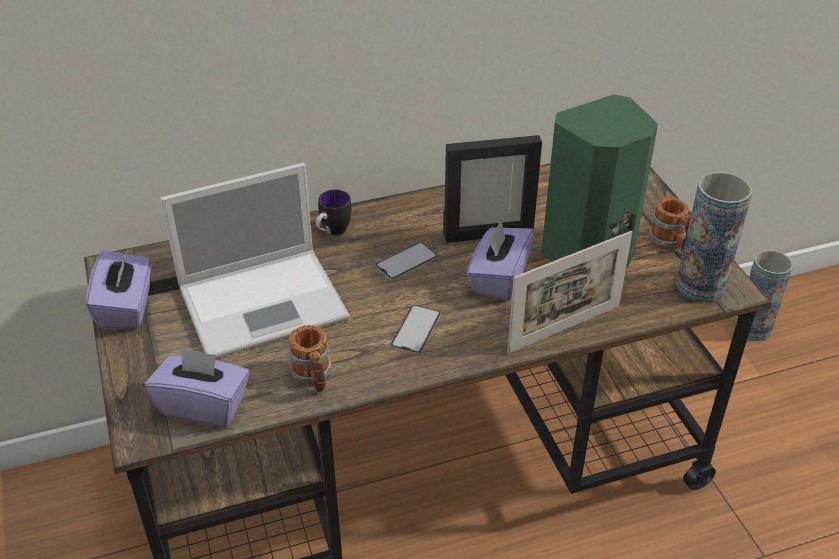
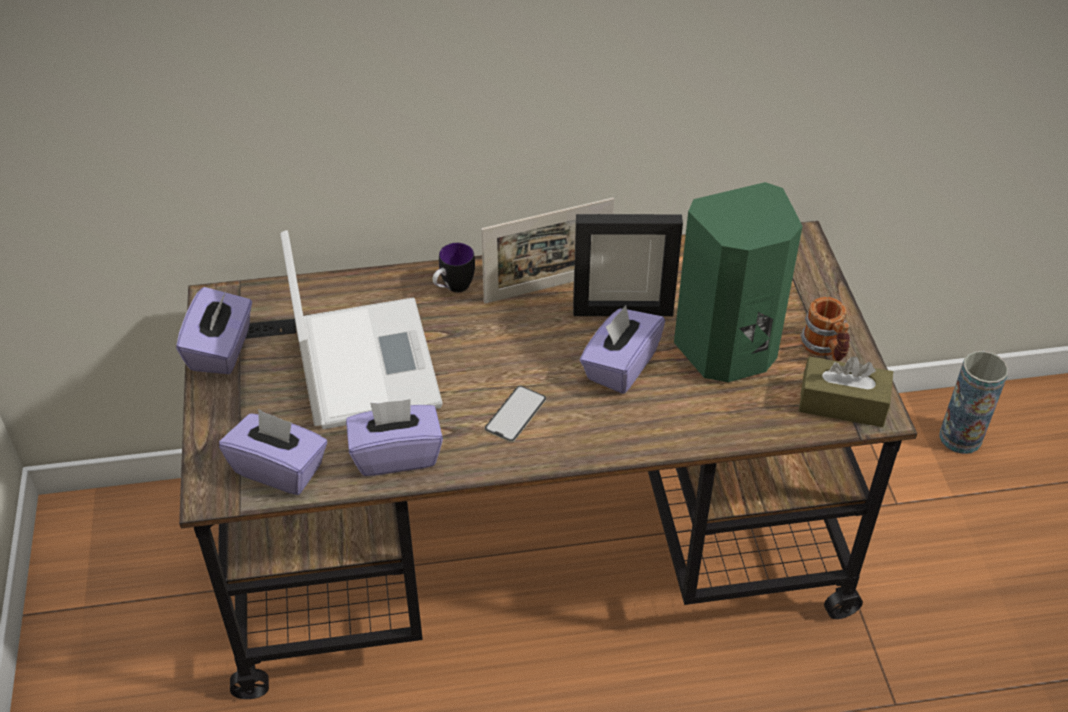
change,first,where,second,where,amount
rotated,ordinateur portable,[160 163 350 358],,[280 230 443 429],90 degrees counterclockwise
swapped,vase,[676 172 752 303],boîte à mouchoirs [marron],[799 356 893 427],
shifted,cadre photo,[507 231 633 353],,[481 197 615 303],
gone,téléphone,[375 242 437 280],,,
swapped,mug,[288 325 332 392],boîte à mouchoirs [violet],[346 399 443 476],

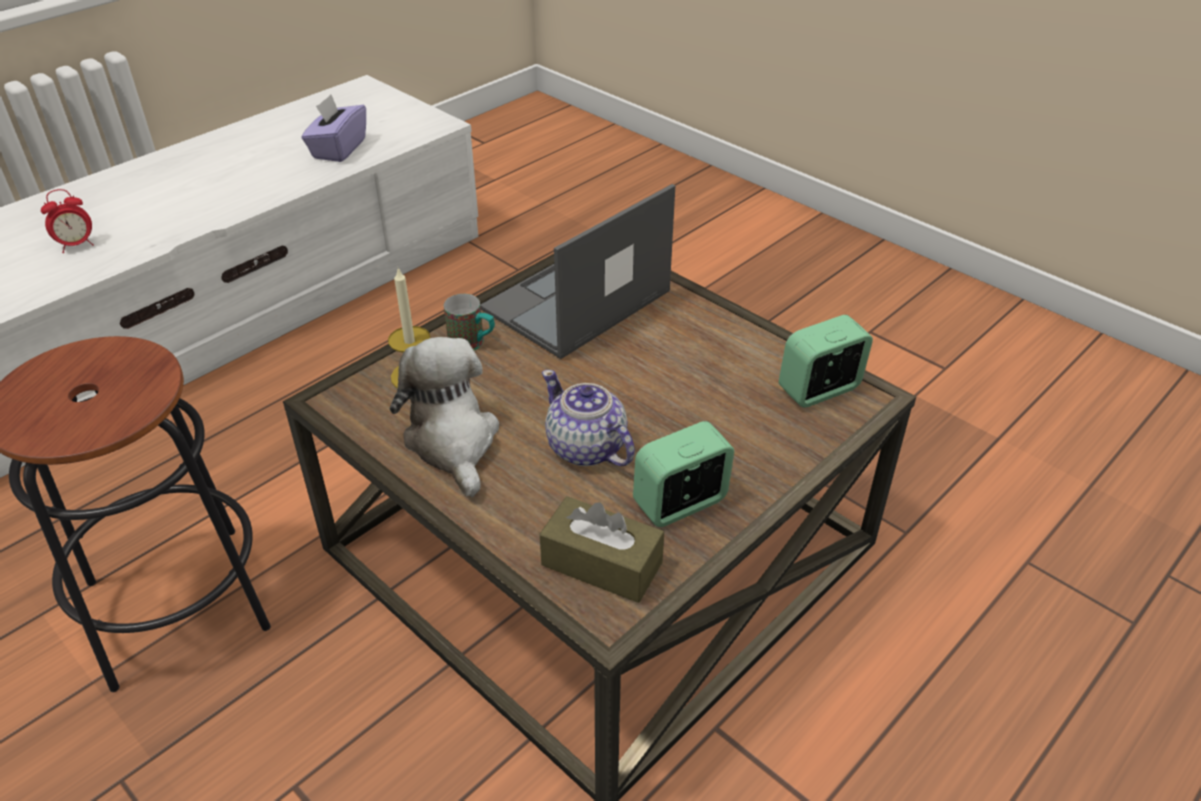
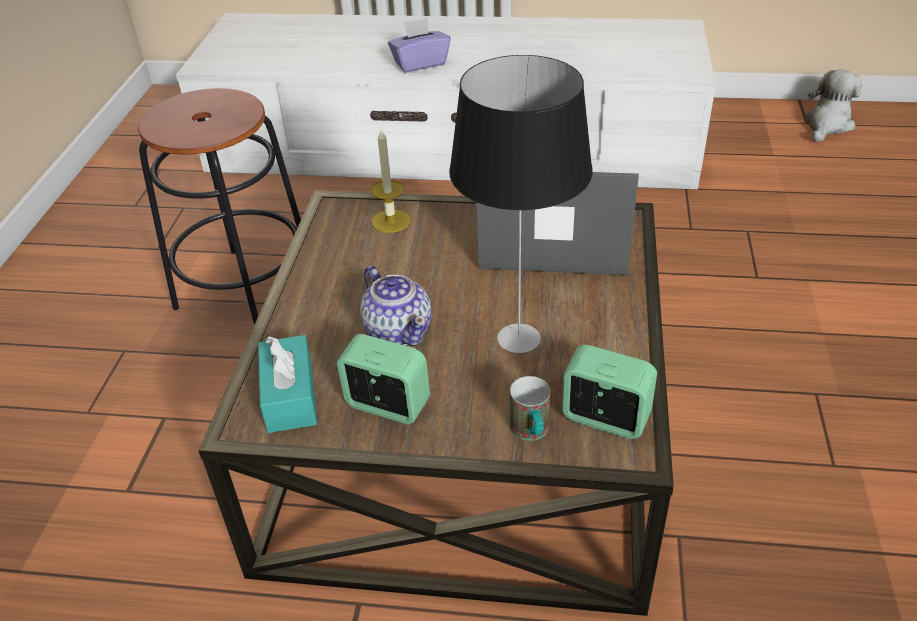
change,first,where,second,where,amount
shifted,boîte à mouchoirs [violet],[301 94 366 162],,[388 18 451 73],
gone,réveil,[41 189 94 253],,,
shifted,mug,[444 294 495 350],,[510 376 551 441],
shifted,peluche,[390 337 499 497],,[806 70 862 142],
rotated,théière,[542 370 635 466],,[360 266 431 346],135 degrees clockwise
repainted,boîte à mouchoirs [marron],[540 496 664 603],boîte à mouchoirs [turquoise],[258 335 317 433],
new,,,lampe de table,[449 55 593 353],

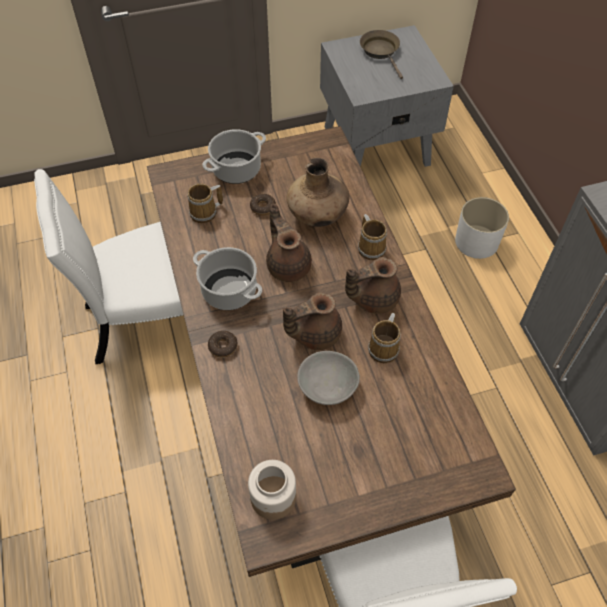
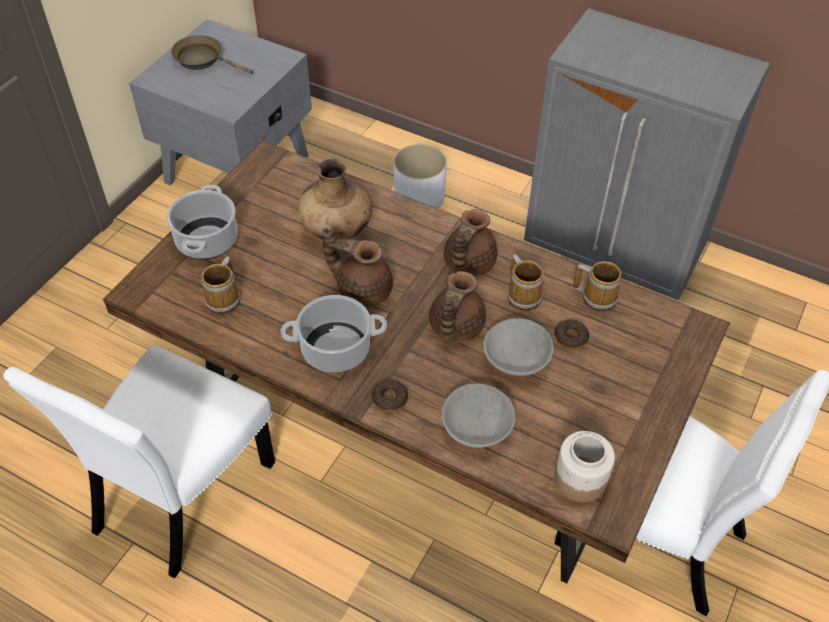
change,first,where,second,where,amount
shifted,beignet,[250 194 276 216],,[554 320 589 350],
shifted,mug,[358 214 387 260],,[573 261 622 311],
new,,,bol [gris],[442 384 516 448],

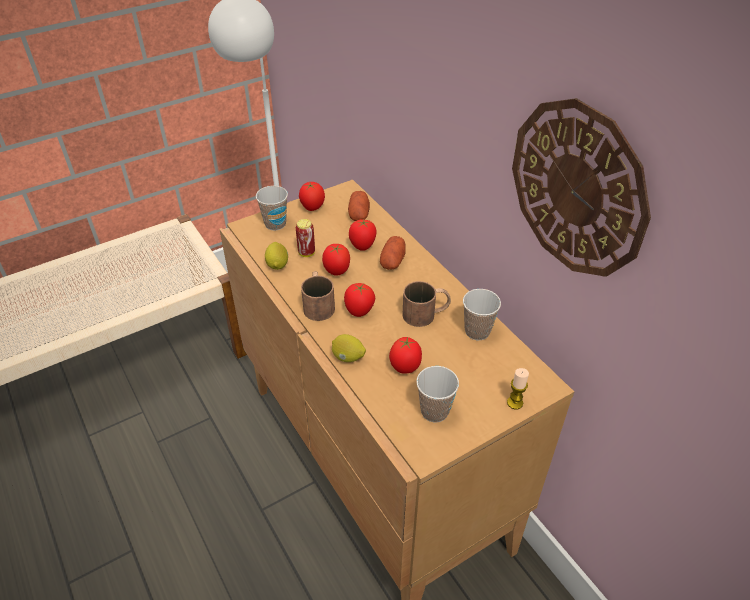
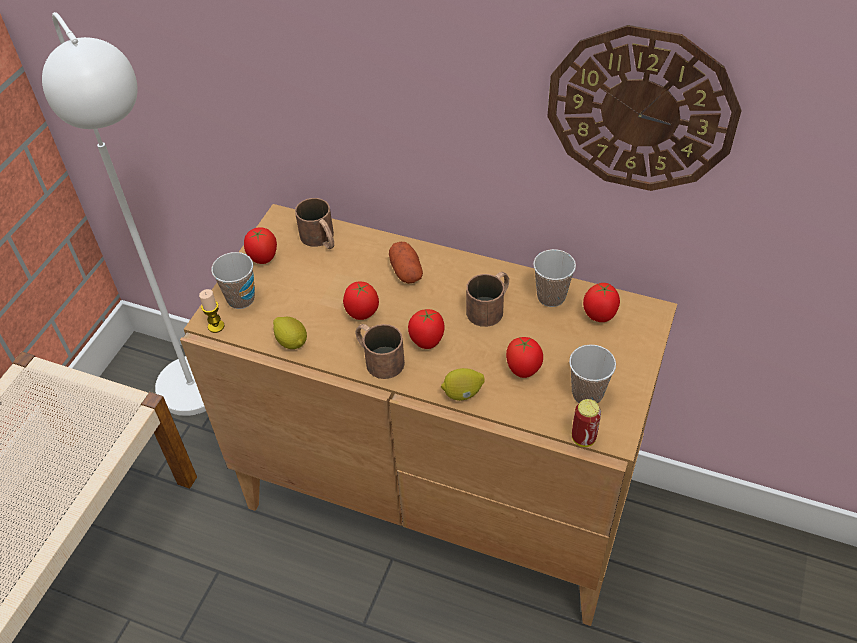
change,first,where,second,where,amount
swapped,pomme de terre,[348 191 370 221],mug [marron],[295 198 334 249],
shifted,boîte métallique,[296 219 315 257],,[572 399 601 447],
shifted,tomate,[349 219 377 251],,[583 283 620 322],
shifted,bougie,[507 368 529 409],,[199 289 225 333],

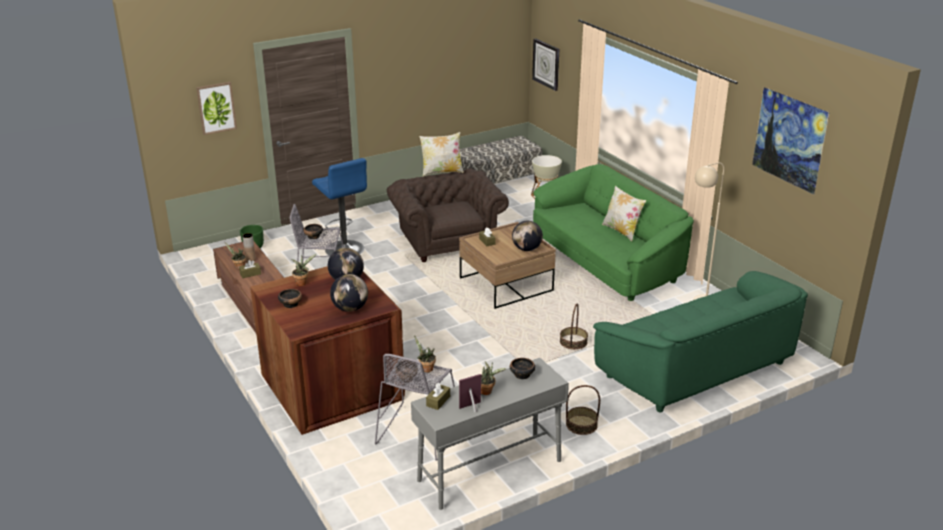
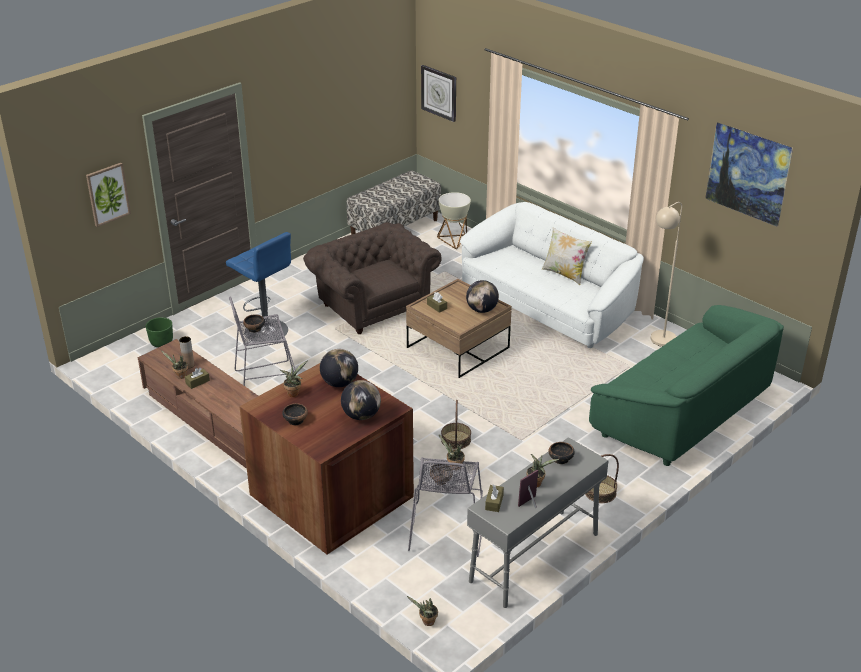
change,first,where,second,where,amount
gone,coussin,[419 132 464 176],,,
repainted,canapé [vert],[533 164 694 301],canapé [blanc],[460 202 644 348],
shifted,panier,[560 304 588 350],,[441 400 471 450],
new,,,plante en pot,[407 596 438 626],

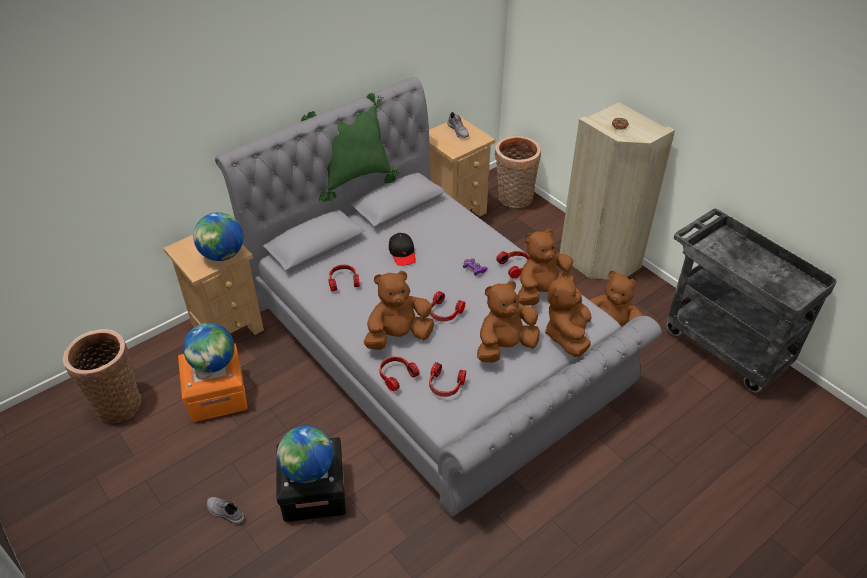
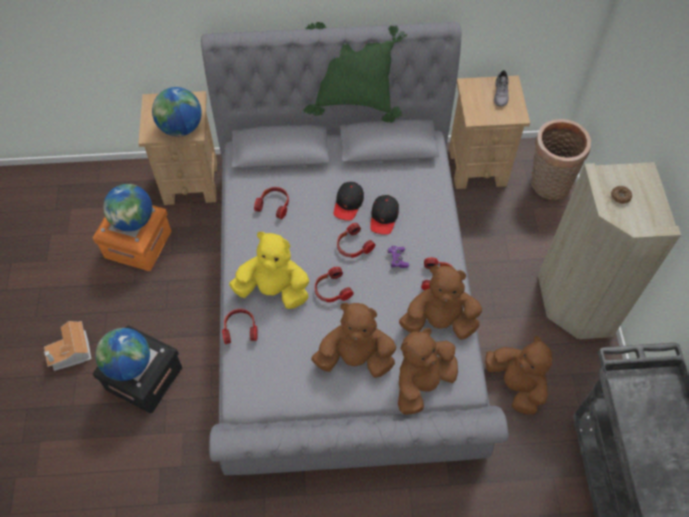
change,first,where,second,where,amount
repainted,peluche [marron],[364 271 434 350],peluche [jaune],[229 232 309 309],
gone,panier,[63 329 141 423],,,
shifted,casque audio,[429 362 466 397],,[337 223 375 258],
swapped,chaussure [gris],[206 497 245 524],maison miniature,[44 321 92 371],
new,,,casquette [noir],[370 195 399 235],

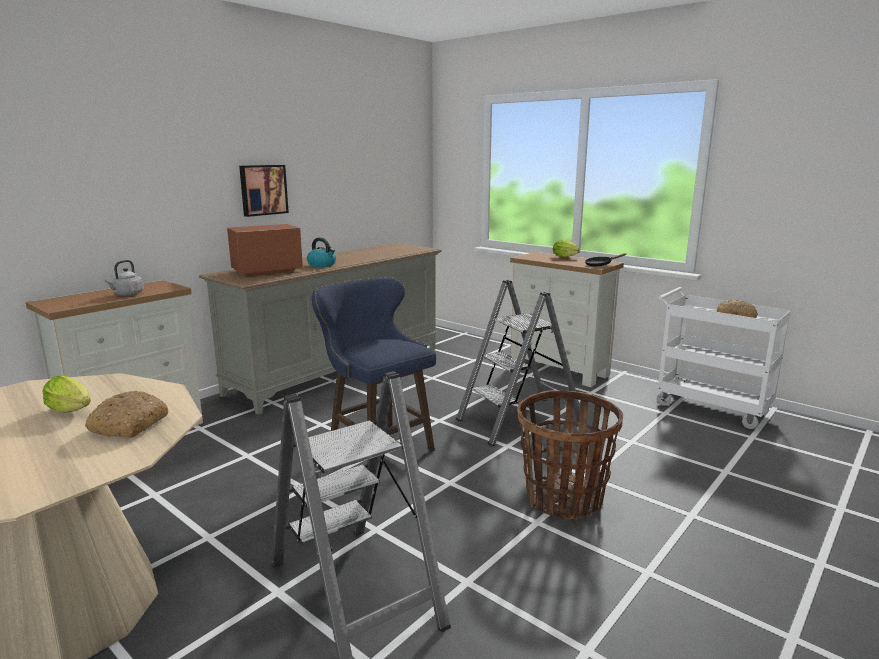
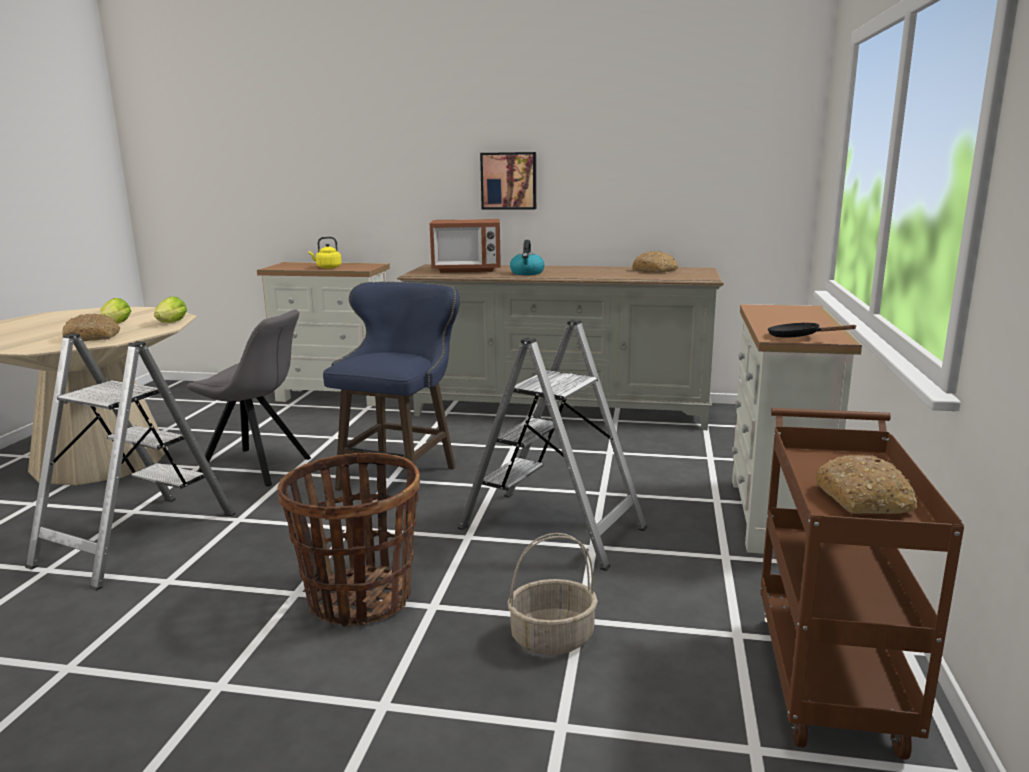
change,first,where,second,where,amount
rotated,micro-ondes,[227 224 303 276],,[430 219 501 273],150 degrees clockwise
shifted,laitue,[553 240 580 257],,[154 296 187 323],
repainted,bouilloire [gris],[105 260 144 296],bouilloire [jaune],[308 237 342 269],
repainted,chariot [blanc],[657 287 790 429],chariot [marron],[760 408 964 760],
new,,,pain,[632 251 678 273],
new,,,chaise [gris],[187 309 311 486],
new,,,panier,[507 533 598 655],

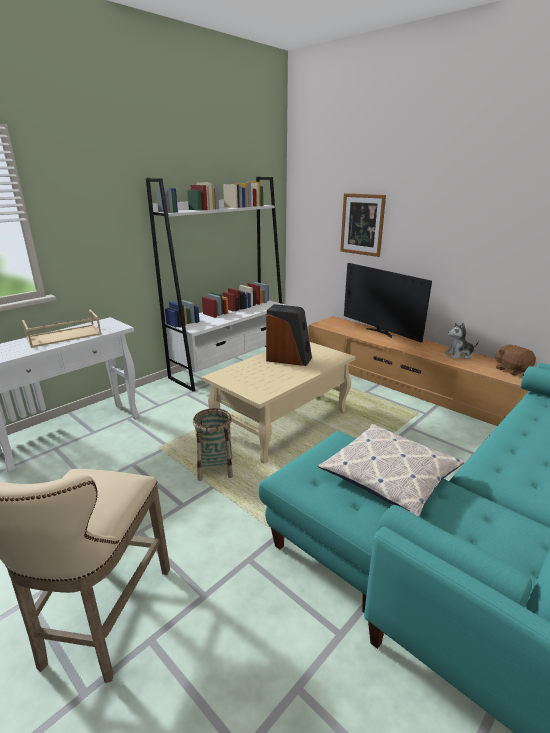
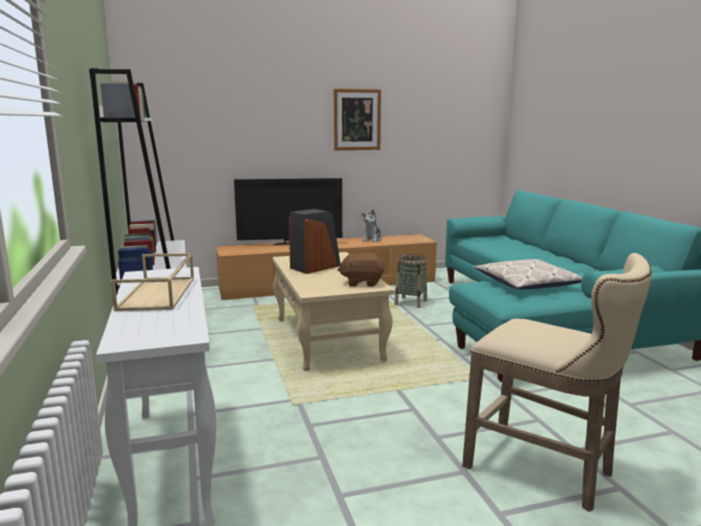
change,first,where,second,where,amount
shifted,tableau,[340 193 386 257],,[334 89 381 150],
shifted,peluche [marron],[496 345 536 375],,[338 252 385 287],
shifted,panier,[193 408 233 481],,[394 254 427 308],

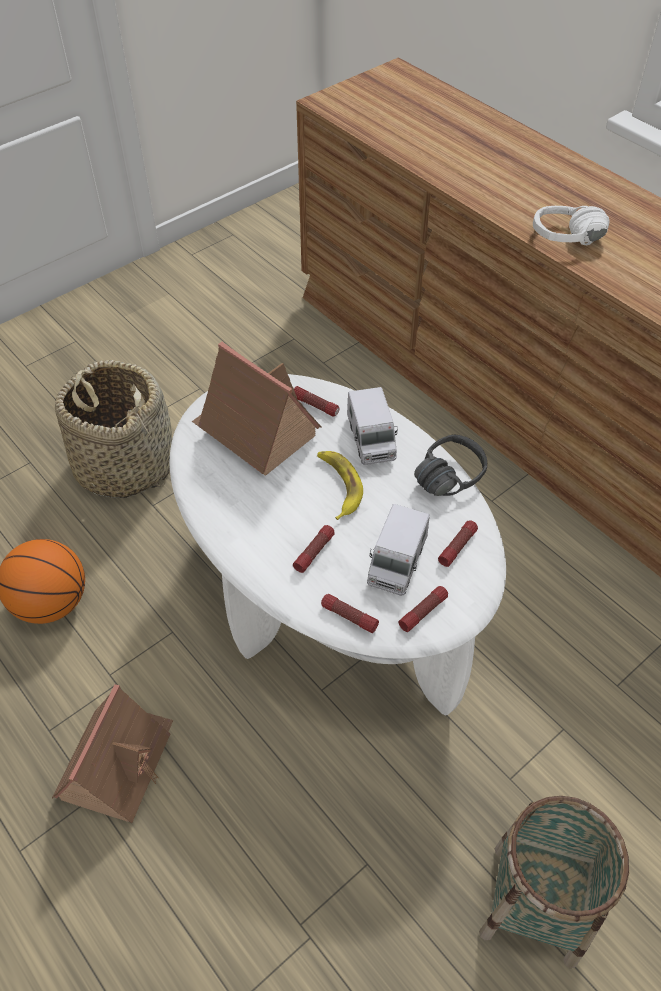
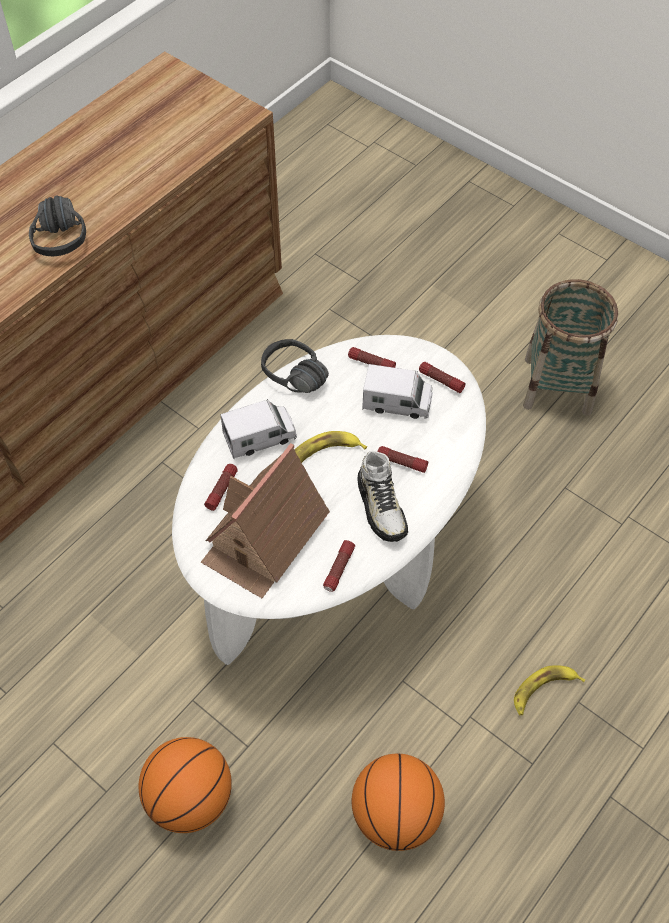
change,first,where,second,where,amount
repainted,casque audio [blanc],[533 206 610 245],casque audio [noir],[29 195 86 256],
swapped,panier,[55 360 172 498],ballon de basket,[139 737 232 833],
shifted,lampe de poche,[321 594 379 633],,[323 540 355 592],
swapped,maison miniature,[52 684 173 823],banane,[514 665 586 715],
new,,,chaussure,[358 451 408 542],

